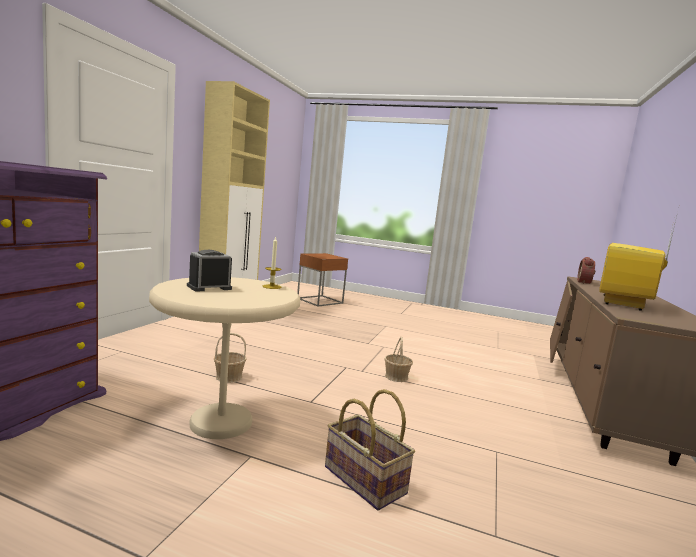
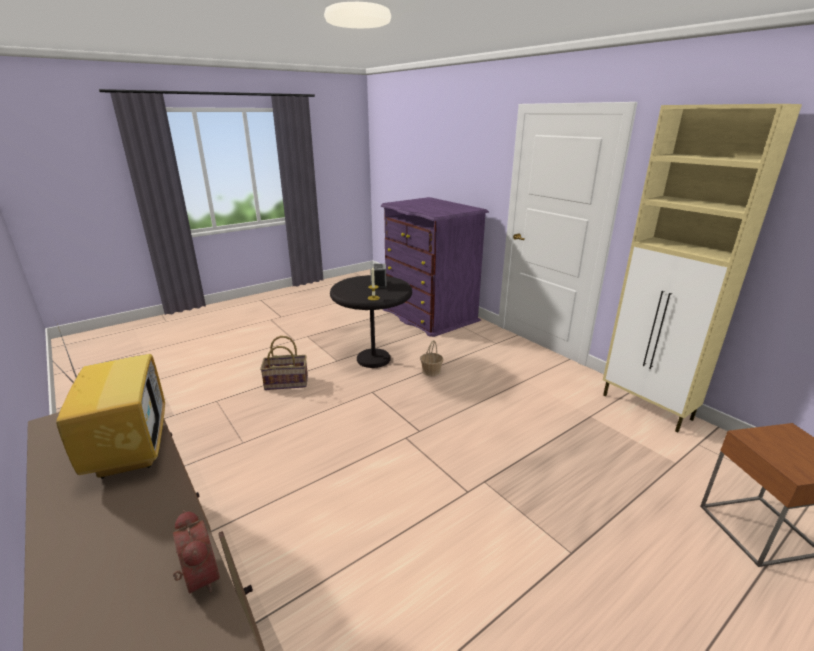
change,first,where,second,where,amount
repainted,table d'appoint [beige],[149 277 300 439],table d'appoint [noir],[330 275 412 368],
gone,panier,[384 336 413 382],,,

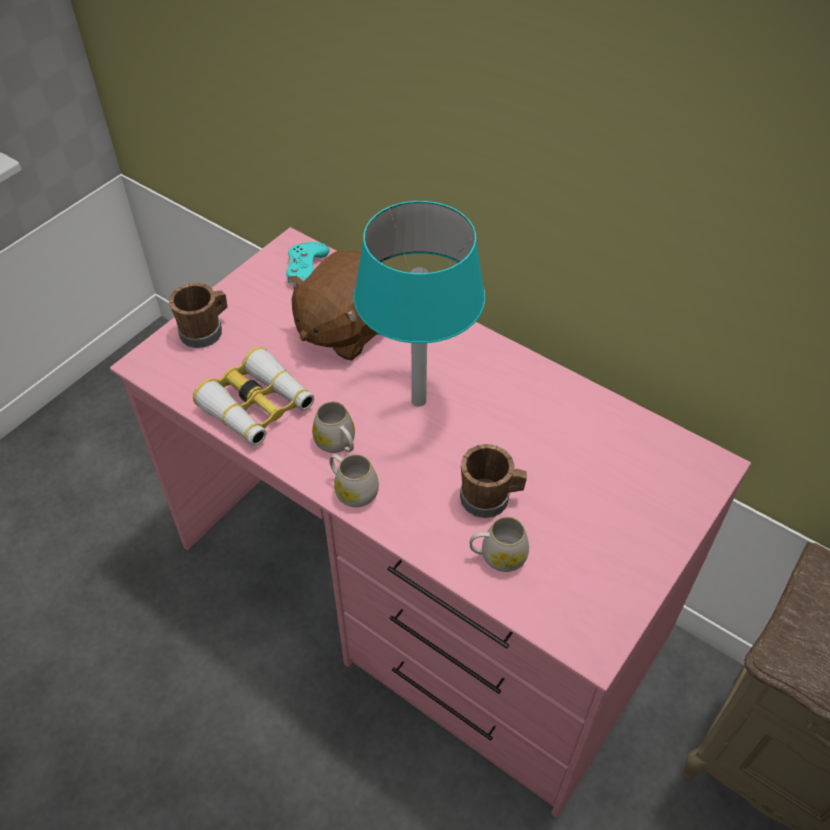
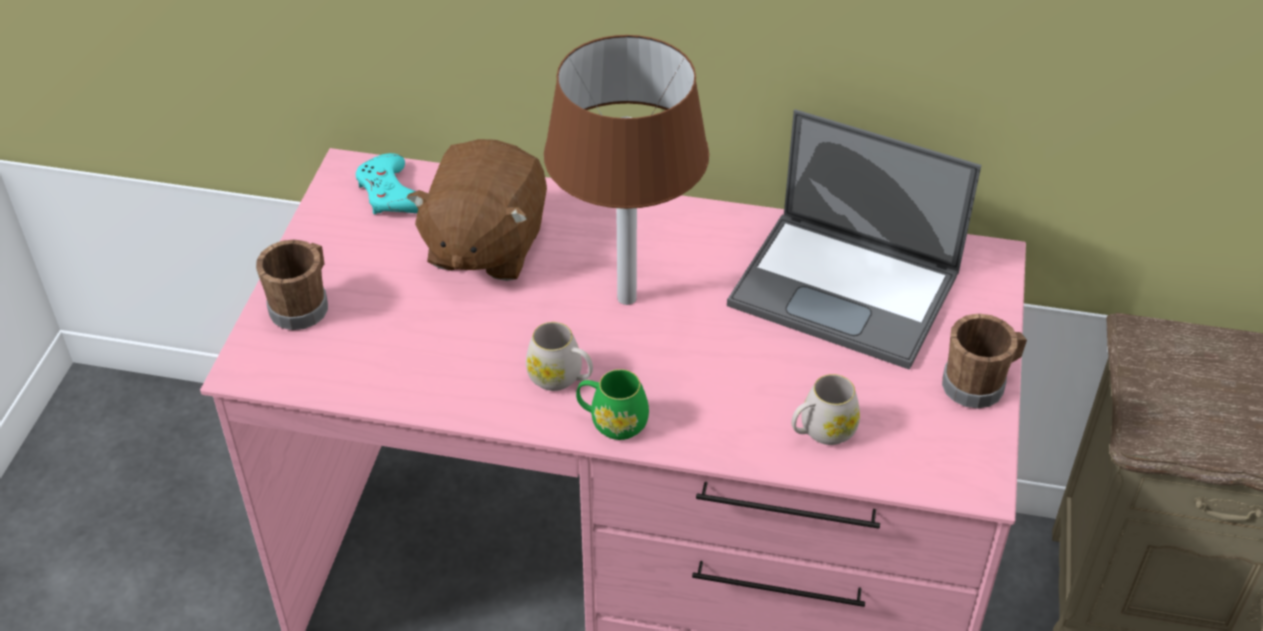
change,first,where,second,where,amount
repainted,lampe de table [turquoise],[354 201 485 407],lampe de table [marron],[544 35 709 305],
gone,jumelles,[193 346 314 446],,,
shifted,mug [marron],[460 444 527 518],,[942 314 1027 409],
repainted,mug [blanc],[329 454 379 507],mug [vert],[576 369 649 440],
new,,,ordinateur portable,[727 109 981 370],

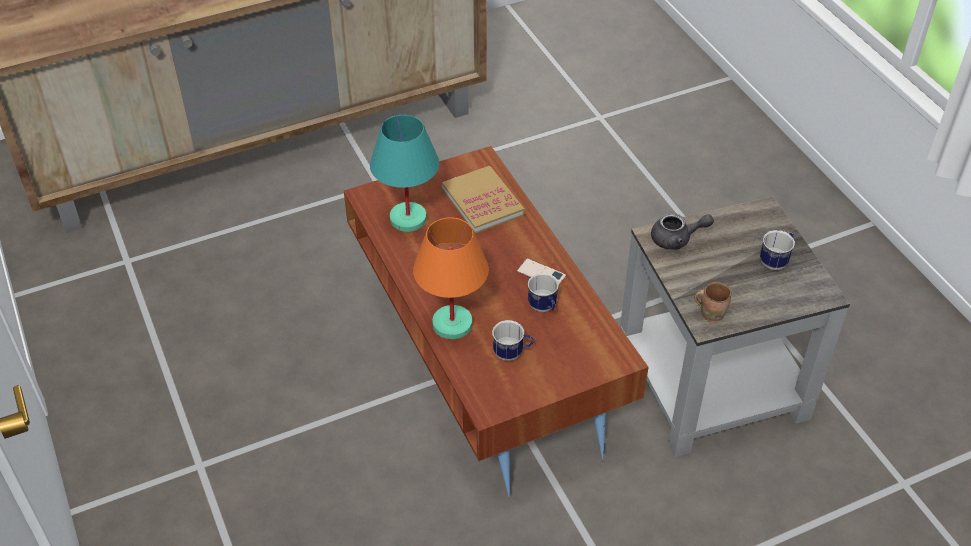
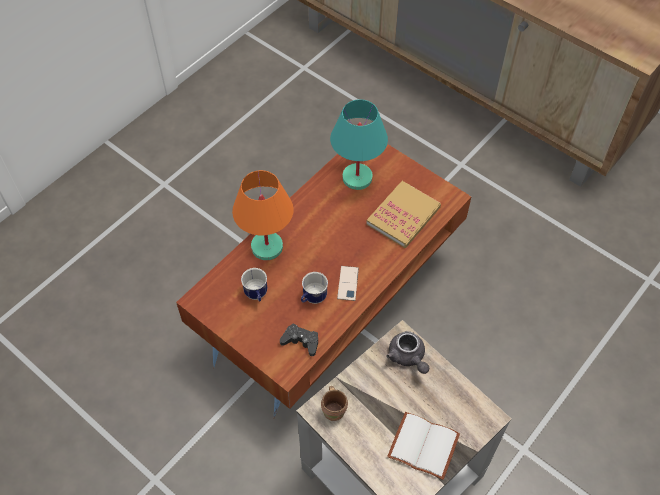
change,first,where,second,where,amount
swapped,mug,[760 230 795 270],livre [blanc],[387 412 460 480],
new,,,manette [noir],[280 324 318 356],

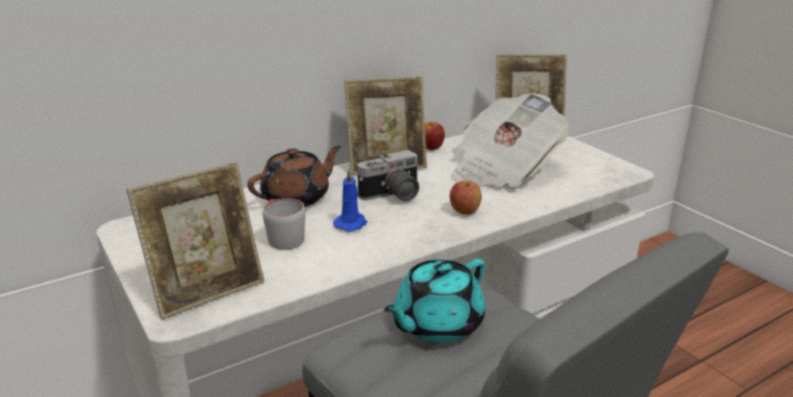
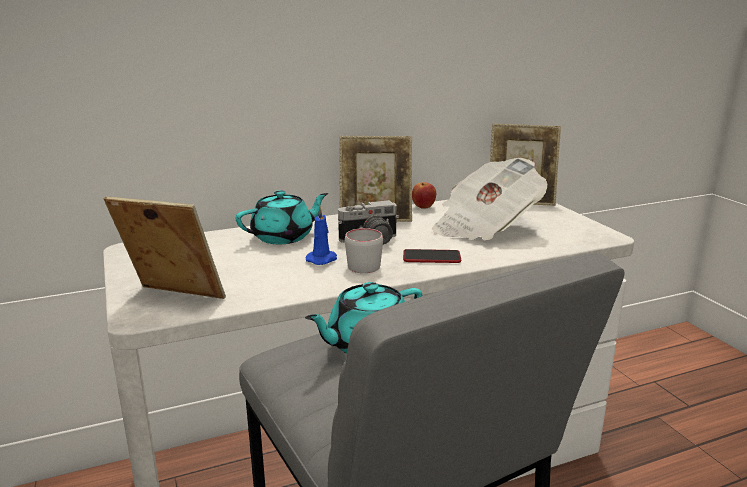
change,first,where,second,where,amount
repainted,théière [marron],[247 146 341 207],théière [turquoise],[236 190 329 244],
rotated,cadre photo,[127 162 264 320],,[104 196 226 299],135 degrees counterclockwise
swapped,pomme,[450 181 482 215],téléphone,[403 249 461 263],
shifted,mug [gris],[262 198 306 250],,[345 228 383 273],

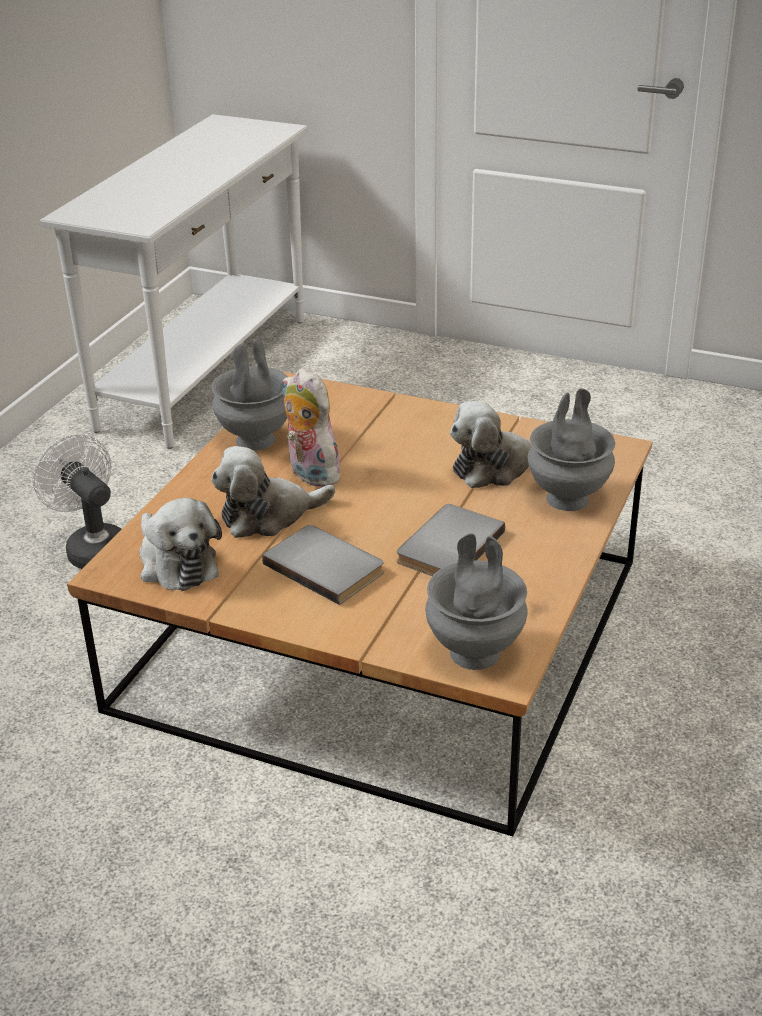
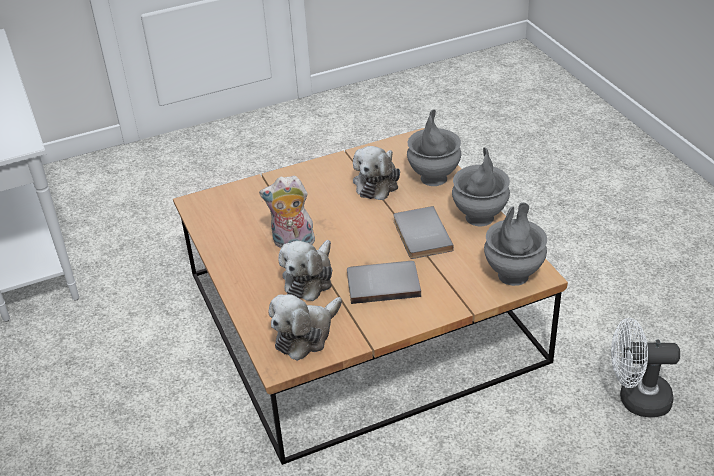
change,first,where,second,where,amount
shifted,vase [gris],[212 338 288 451],,[452 147 510 226],
shifted,ventilateur [blanc],[33 434 122 569],,[611 318 680 418],
rotated,peluche,[140 498 222 591],,[269 294 342 361],120 degrees clockwise

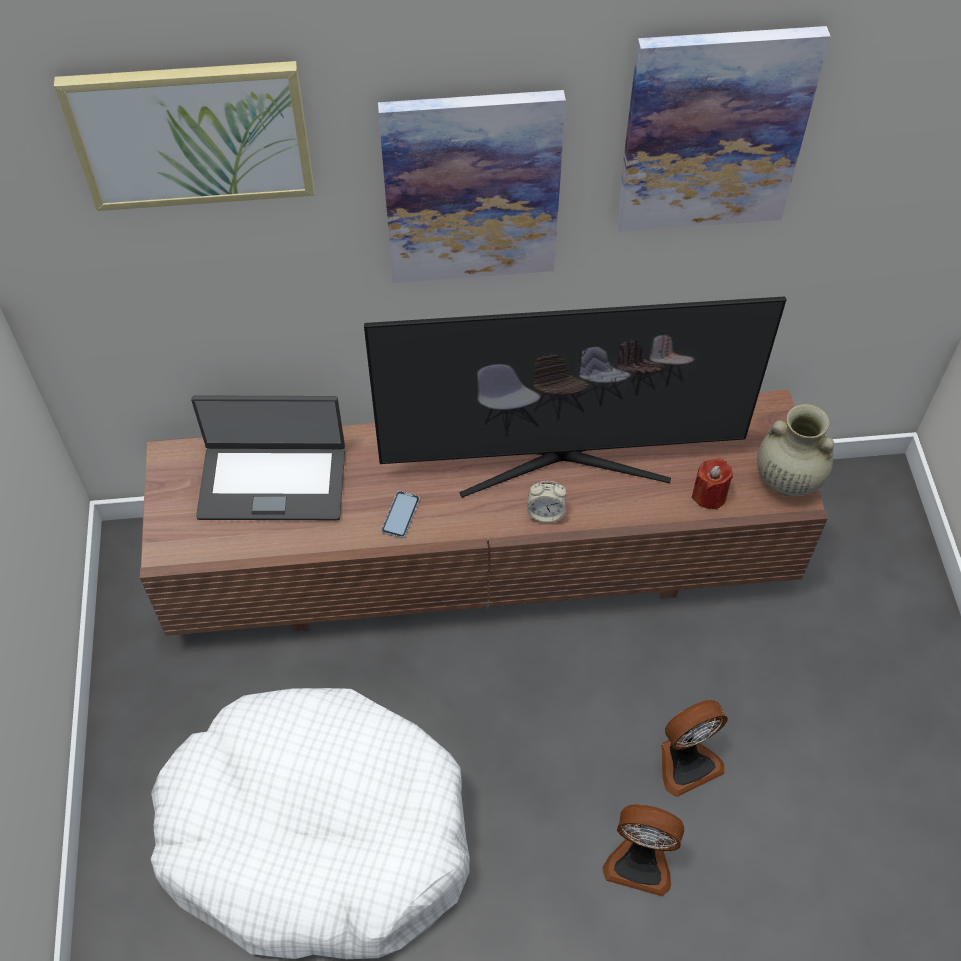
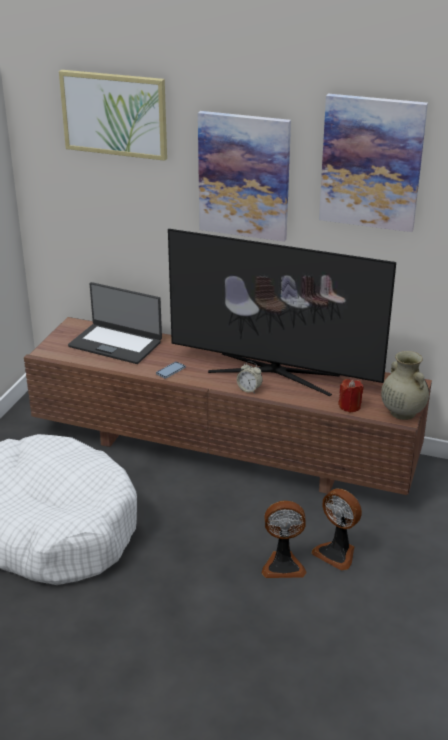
change,first,where,second,where,amount
shifted,ventilateur,[603 804 684 897],,[312 489 362 571],

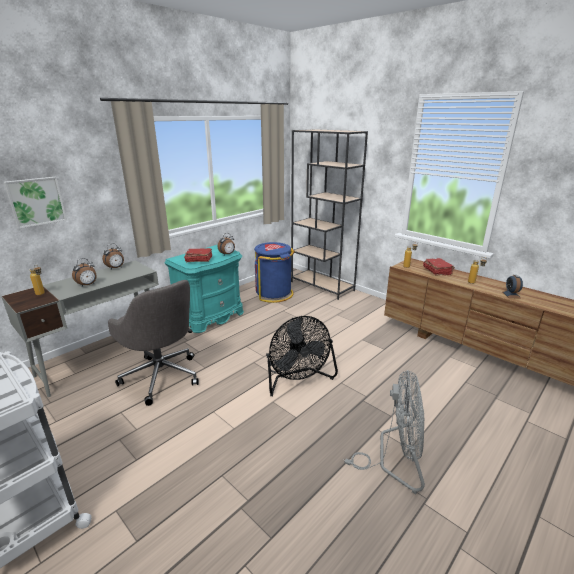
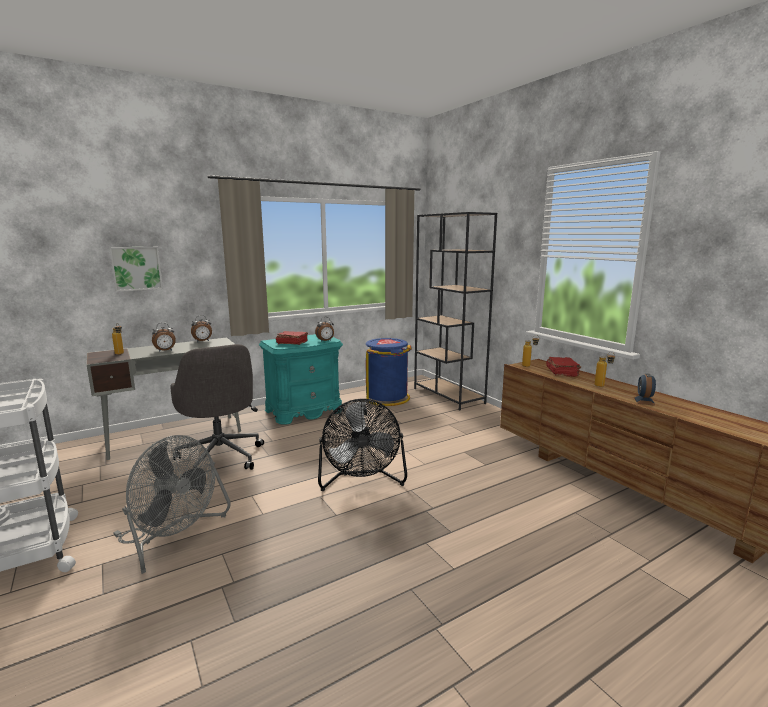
change,first,where,second,where,amount
shifted,ventilateur [gris],[343 370 425 495],,[114 435 231 574],

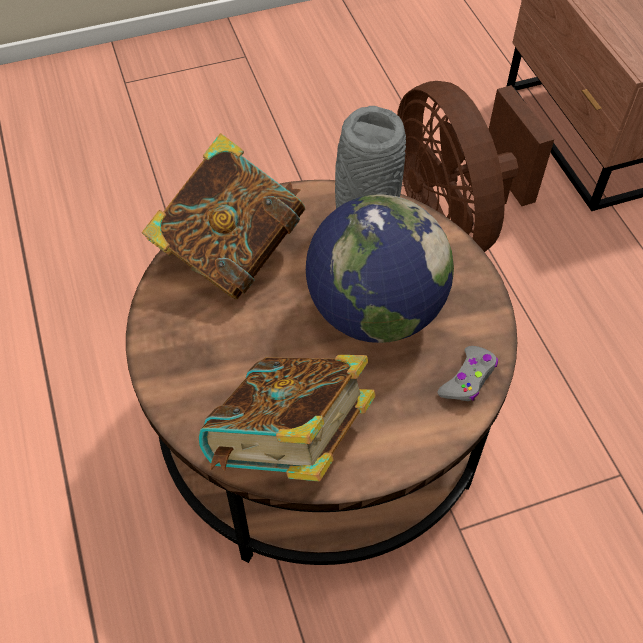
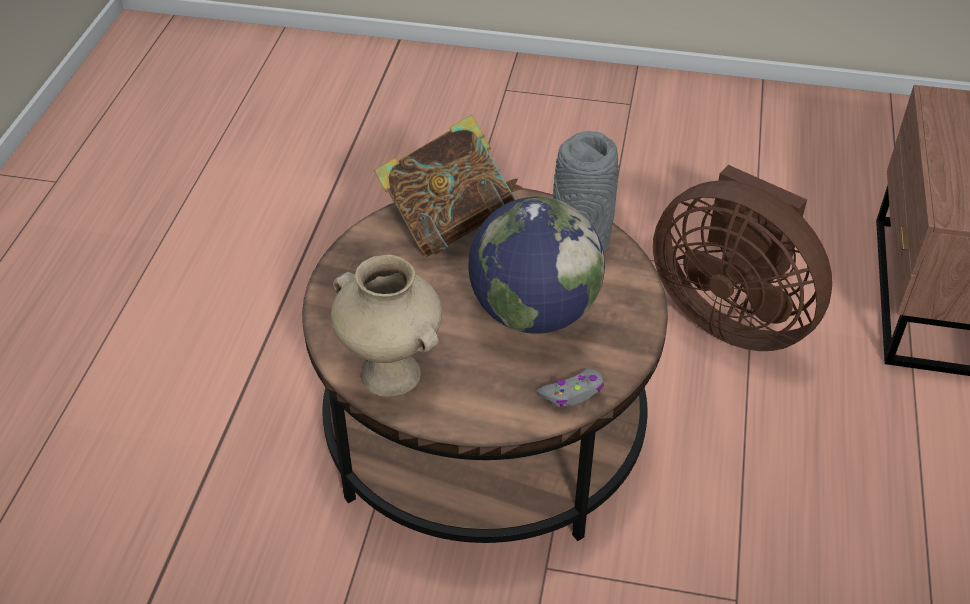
change,first,where,second,where,amount
rotated,ventilateur [marron],[397 81 554 252],,[653 165 832 351],60 degrees counterclockwise
swapped,livre,[199 355 376 482],vase [beige],[331 254 442 397],

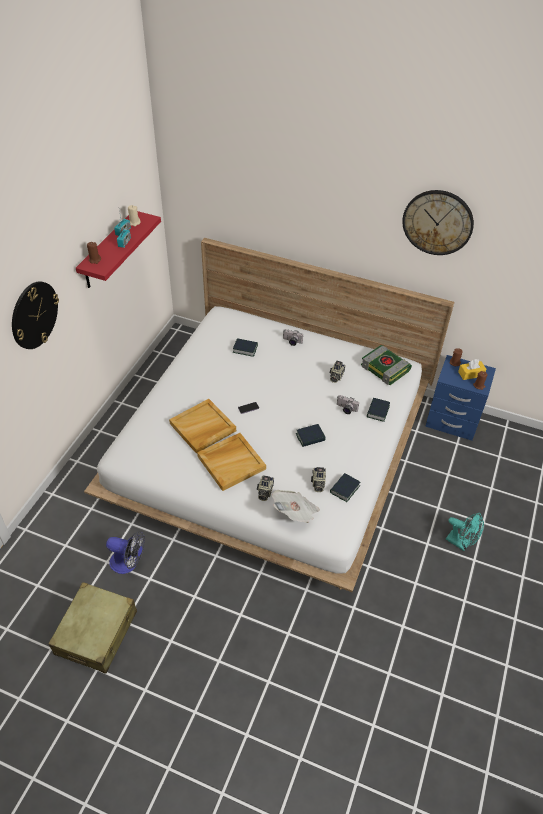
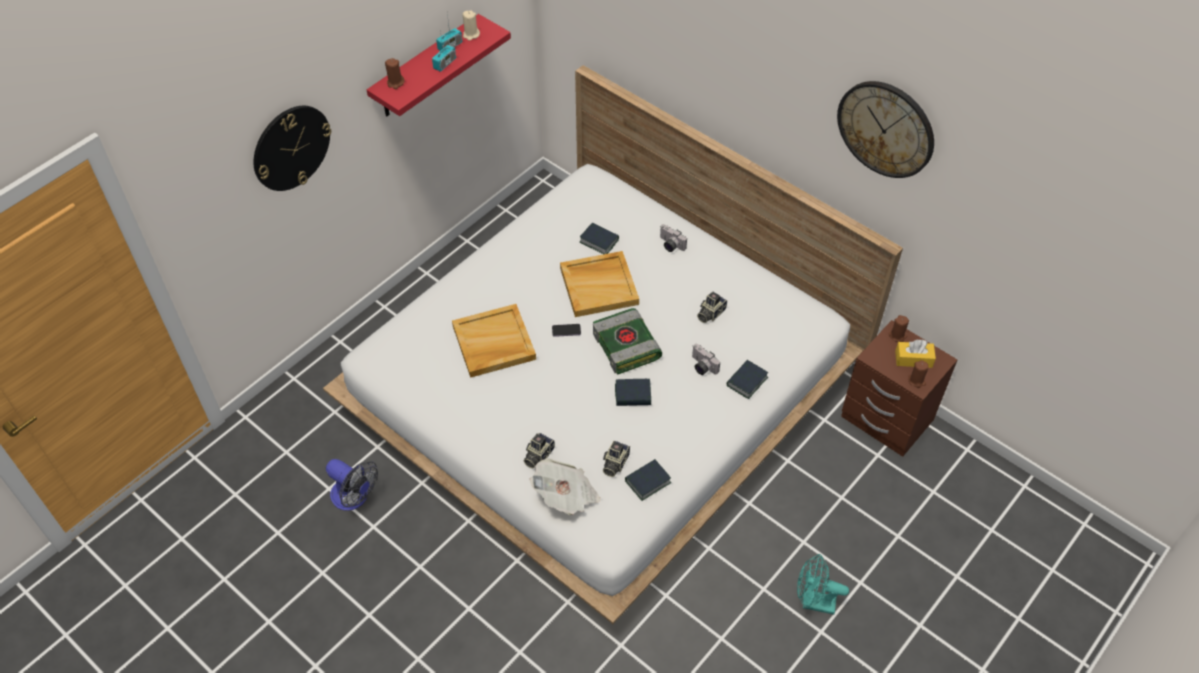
change,first,where,second,where,amount
shifted,livre,[361 345 412 385],,[593 308 662 375],
repainted,table de chevet [bleu],[425 355 496 441],table de chevet [marron],[841 320 958 457],
shifted,plateau [beige],[197 433 266 491],,[560 251 639 317],
rotated,ventilateur [turquoise],[446 513 484 551],,[797 554 849 614],135 degrees clockwise
gone,valise [beige],[49 582 137 673],,,

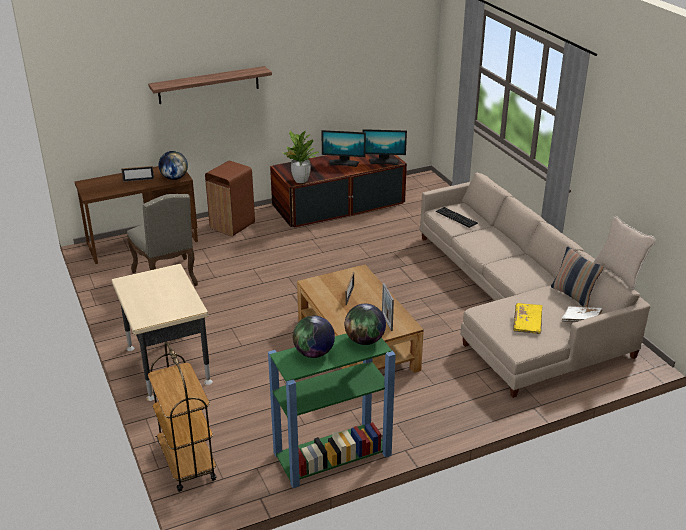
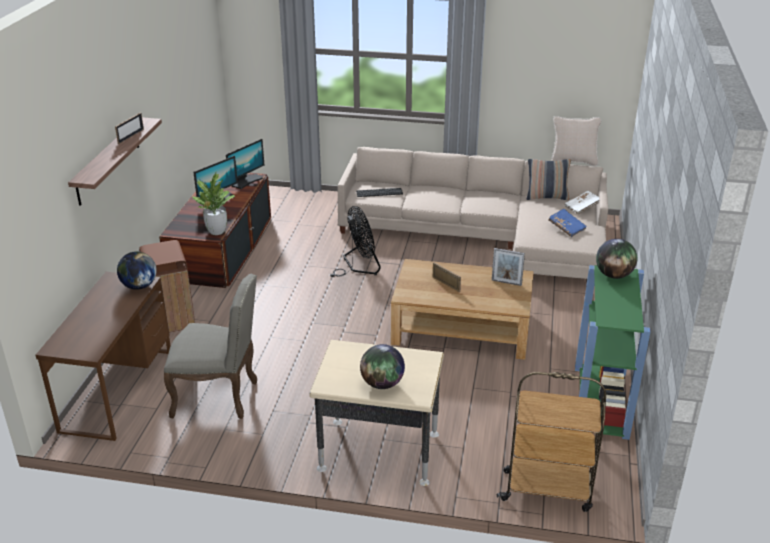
change,first,where,second,where,amount
shifted,cadre photo,[121 166 154 182],,[115 113 144 144],
repainted,livre [jaune],[513 303 543 334],livre [bleu],[549 209 587 237],
shifted,globe,[293 315 335 358],,[360 344 405 389],
new,,,ventilateur [noir],[329 206 380 277],

